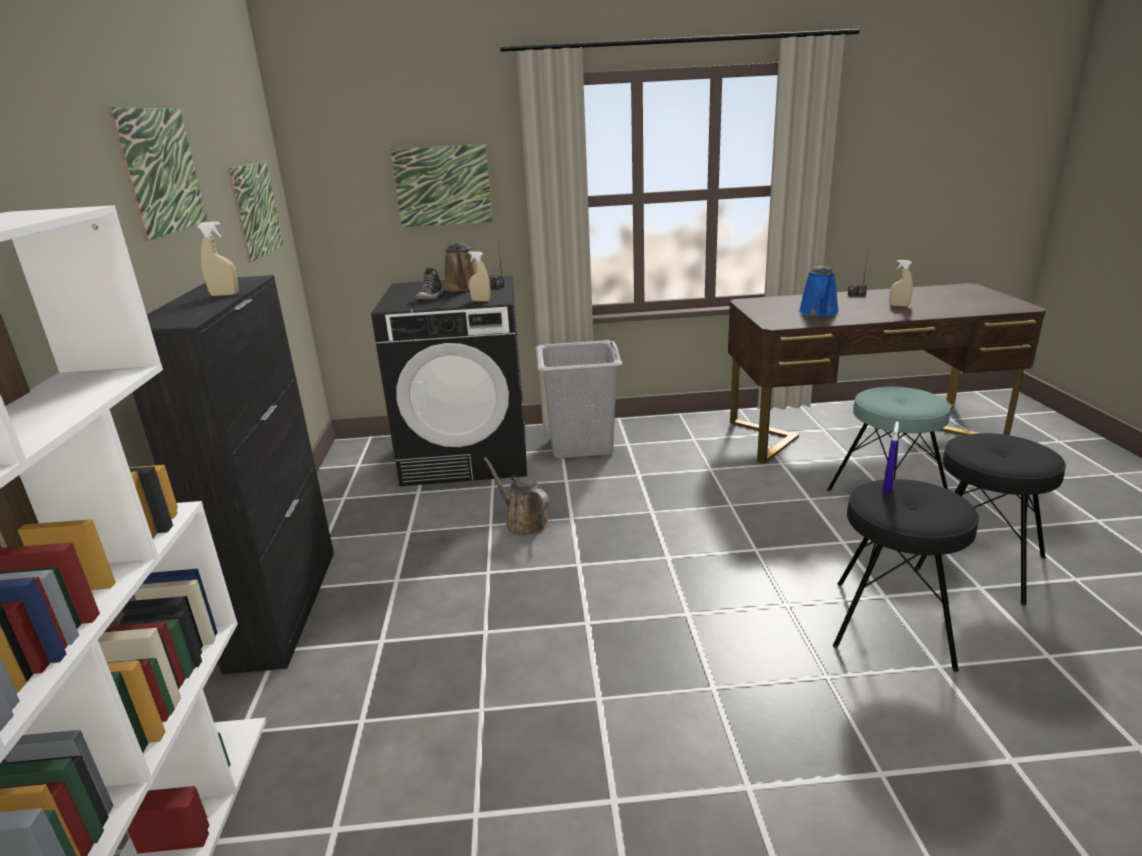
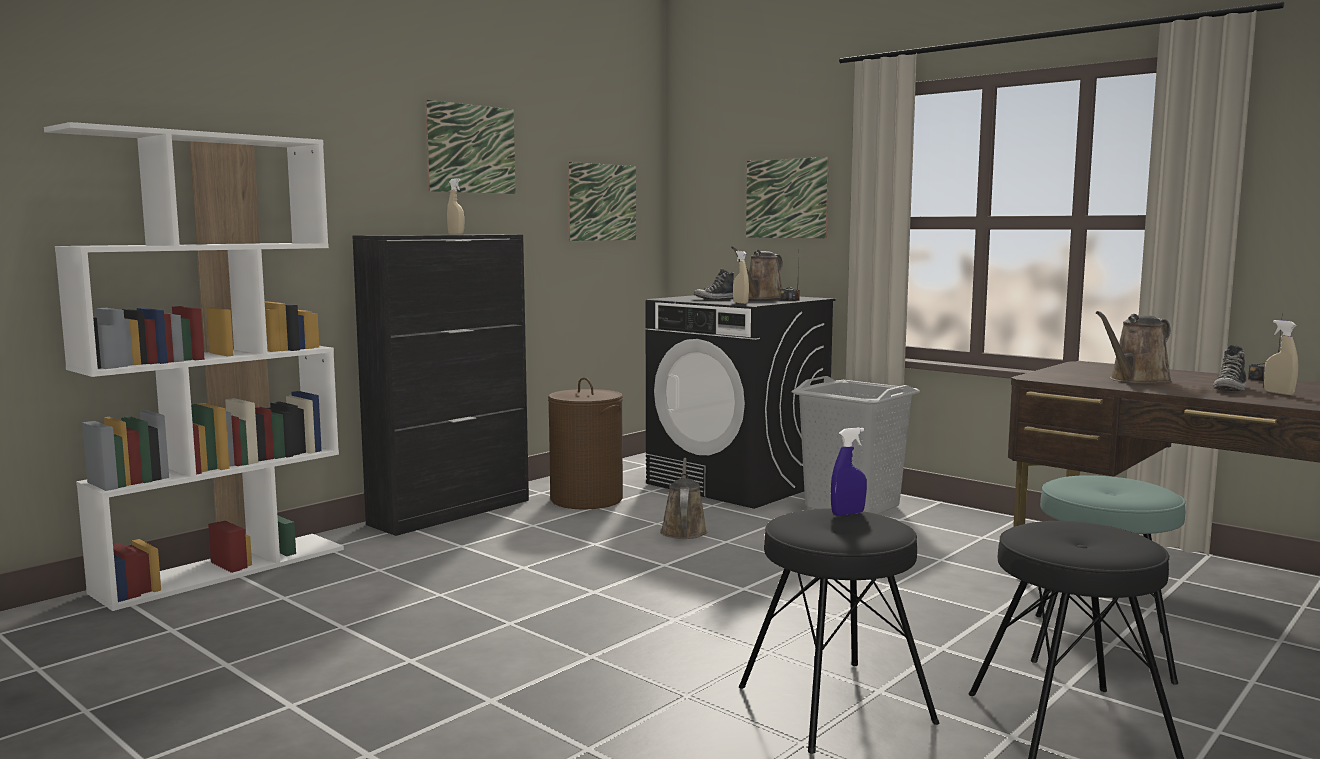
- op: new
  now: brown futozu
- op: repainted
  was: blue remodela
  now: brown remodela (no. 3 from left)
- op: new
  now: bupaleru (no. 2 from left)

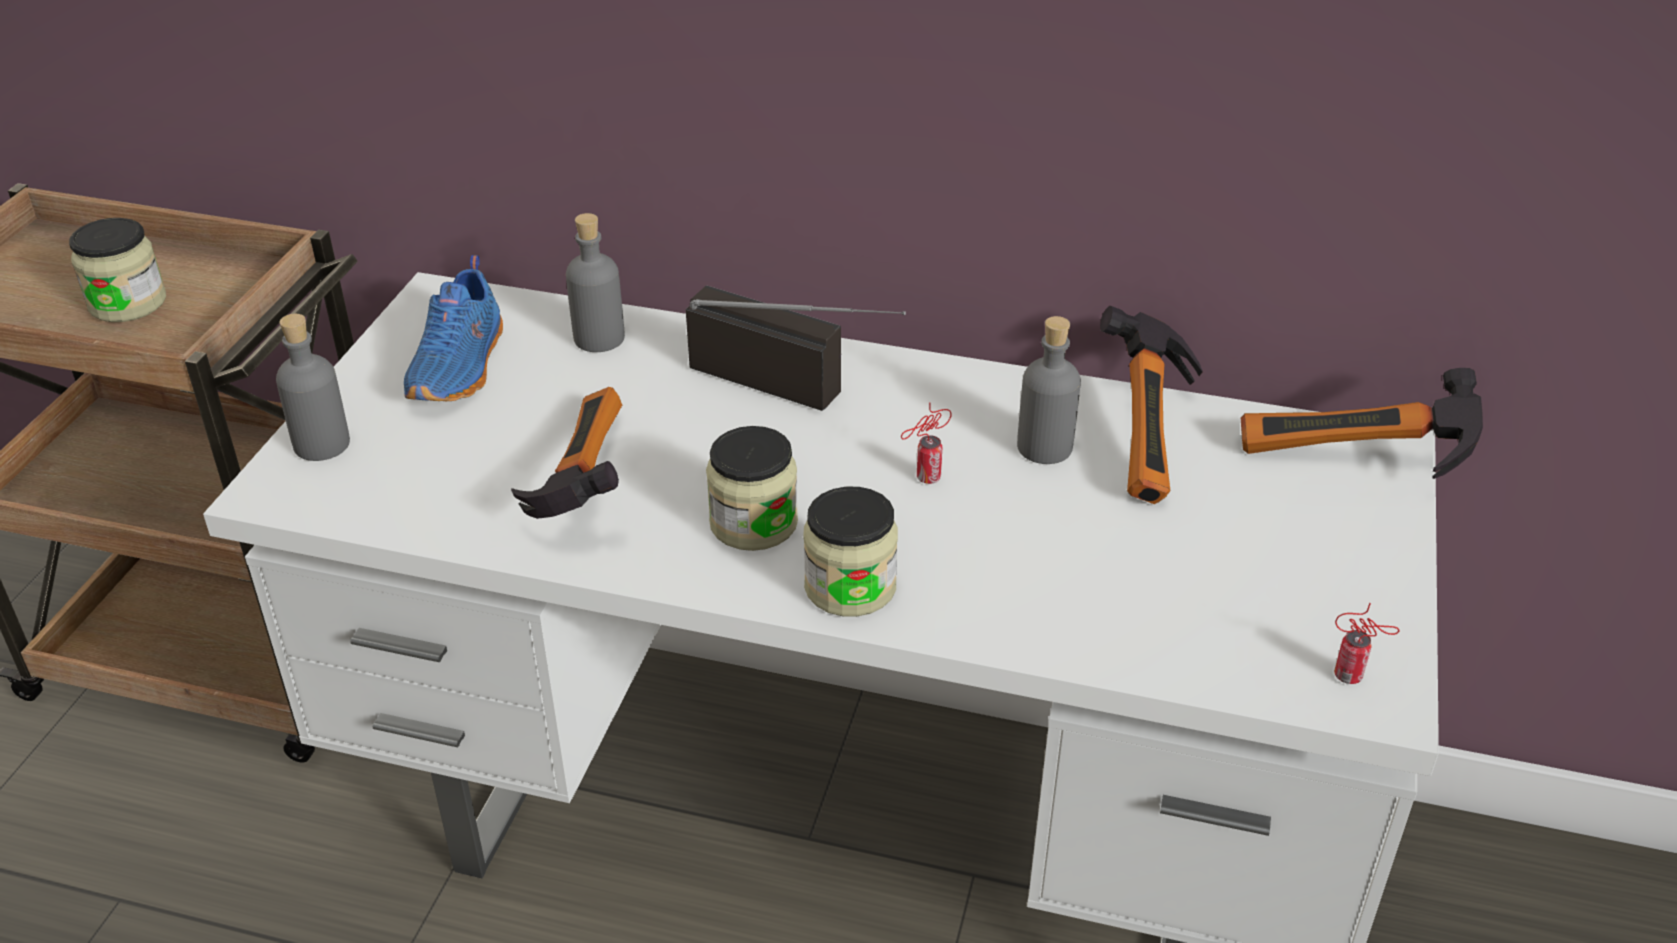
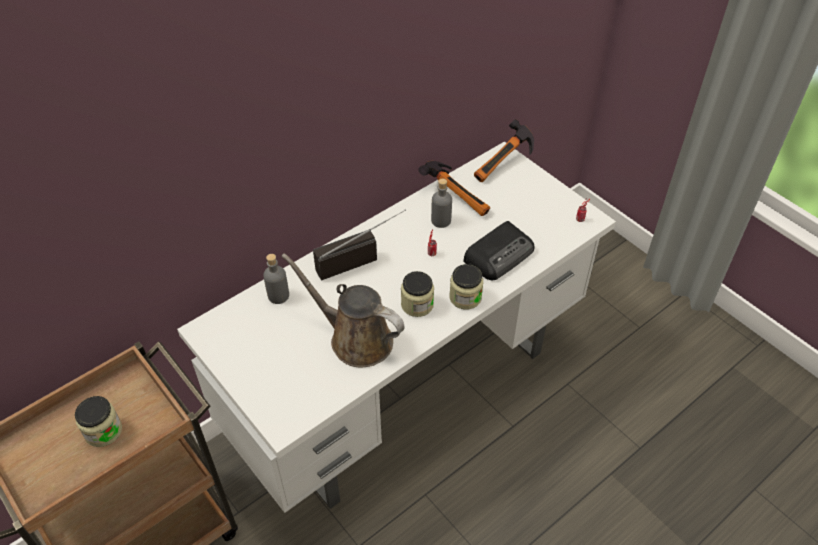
- op: swapped
  was: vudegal (no. 1 from left)
  now: brown remodela
- op: new
  now: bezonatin (no. 2 from left)
- op: gone
  was: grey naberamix (no. 1 from left)
- op: gone
  was: blue bupaleru

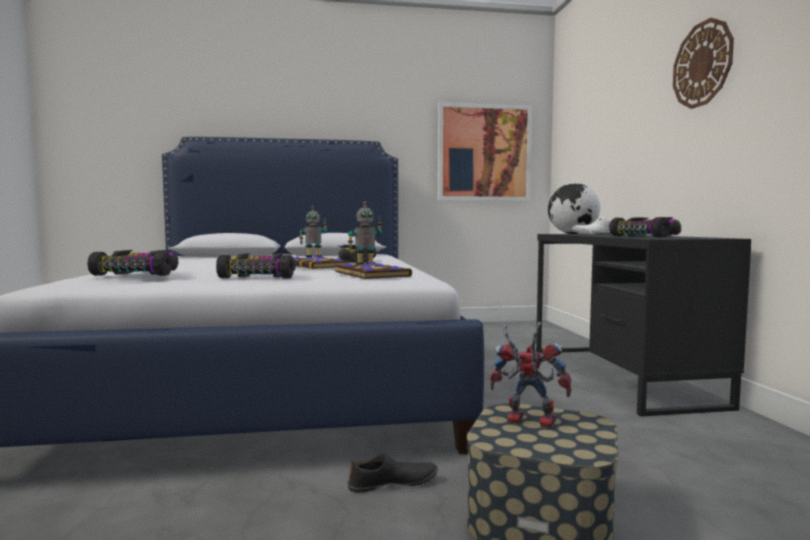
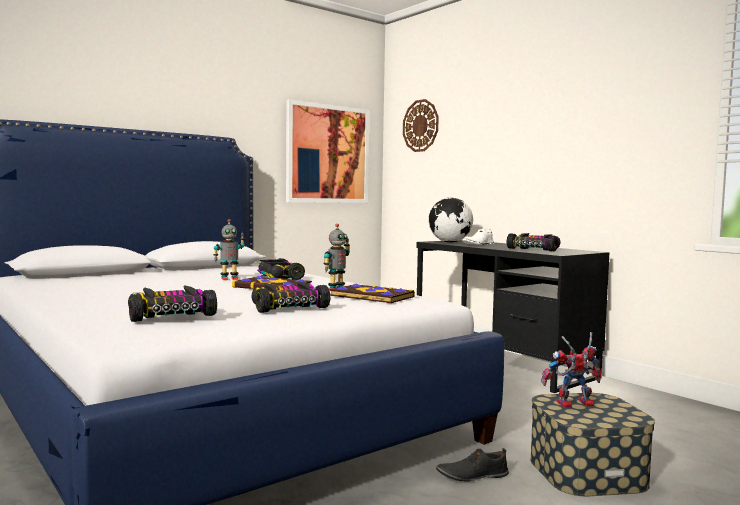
- op: shifted
  was: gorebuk
- op: rotated
  was: black bupaleru
  clockwise: -150

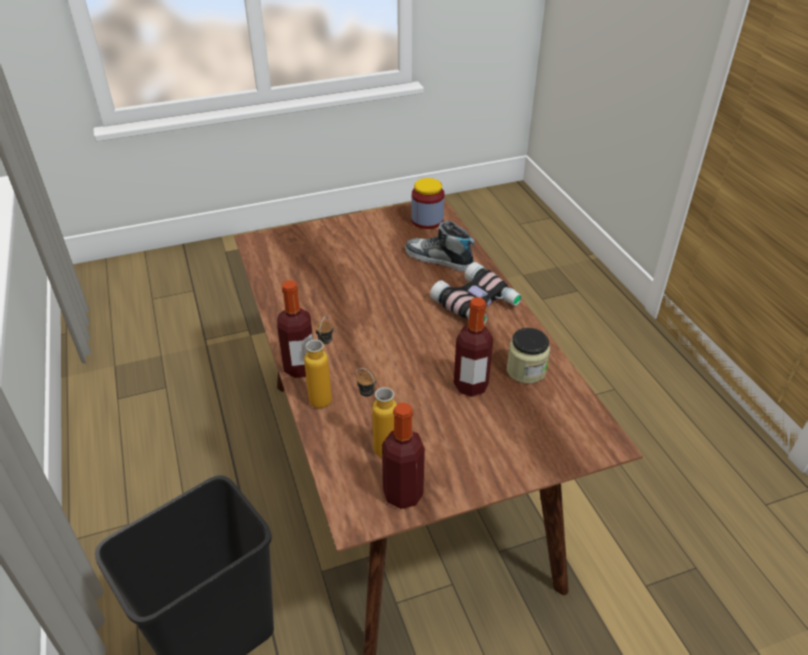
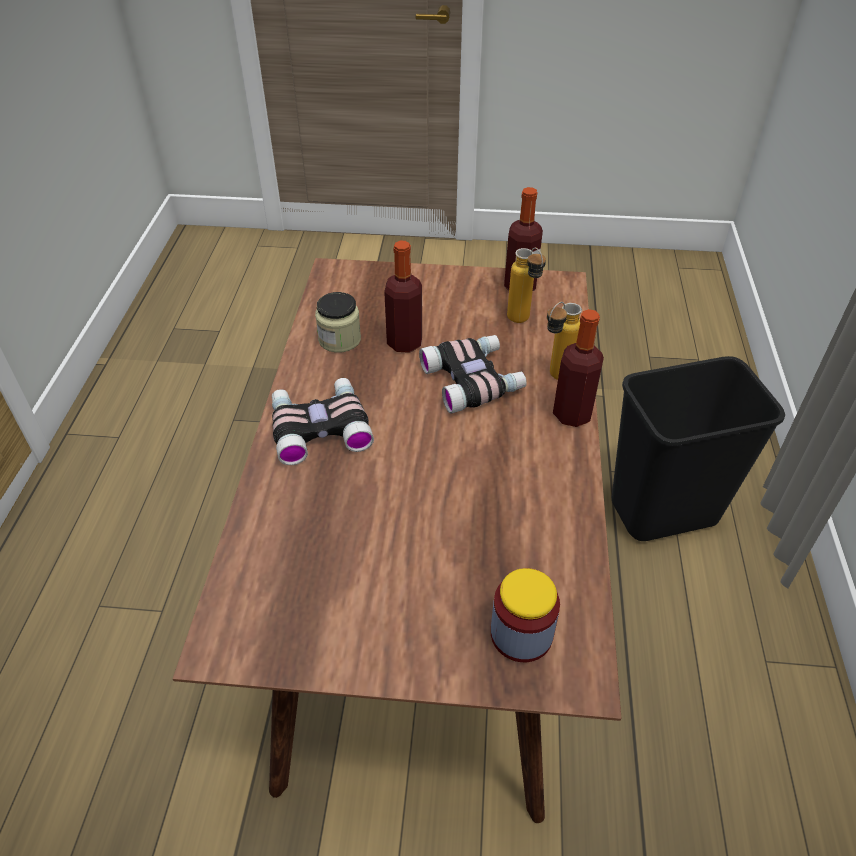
- op: new
  now: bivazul (no. 2 from left)
- op: shifted
  was: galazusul (no. 1 from left in the first image)
  now: galazusul (no. 2 from left)
- op: gone
  was: bupaleru

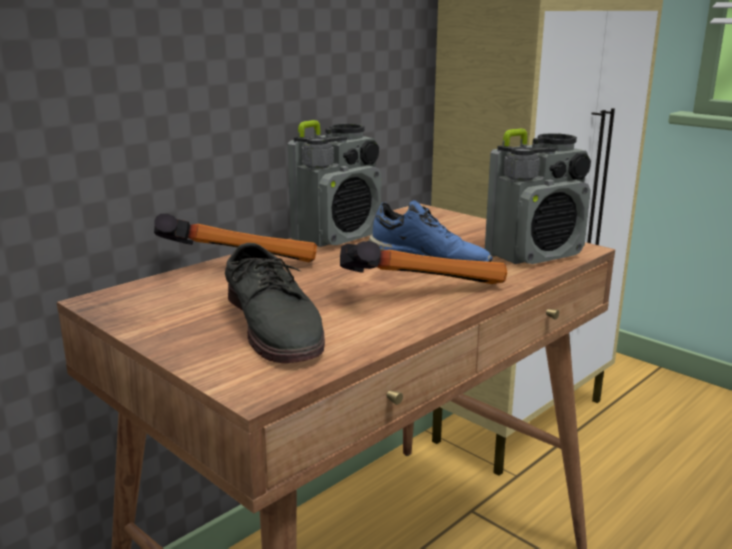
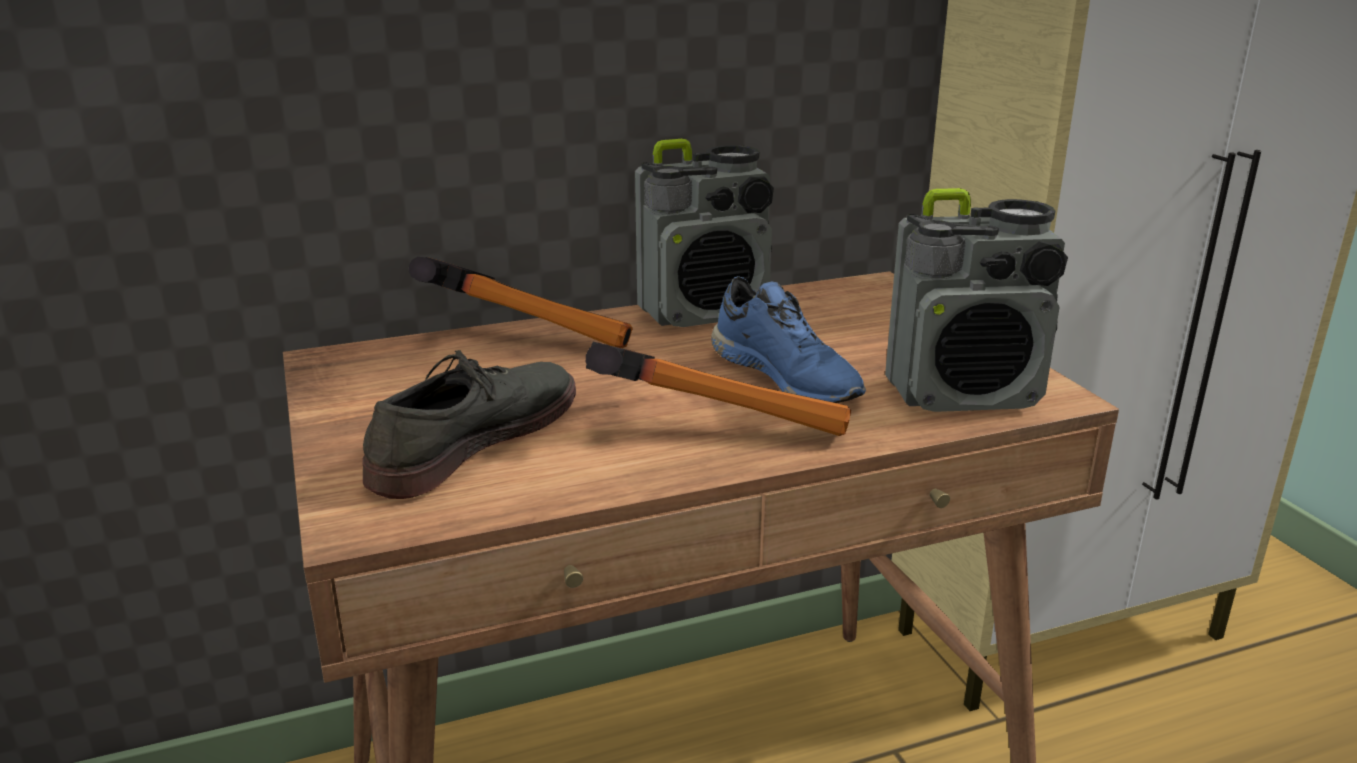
- op: rotated
  was: grey bupaleru
  clockwise: -150

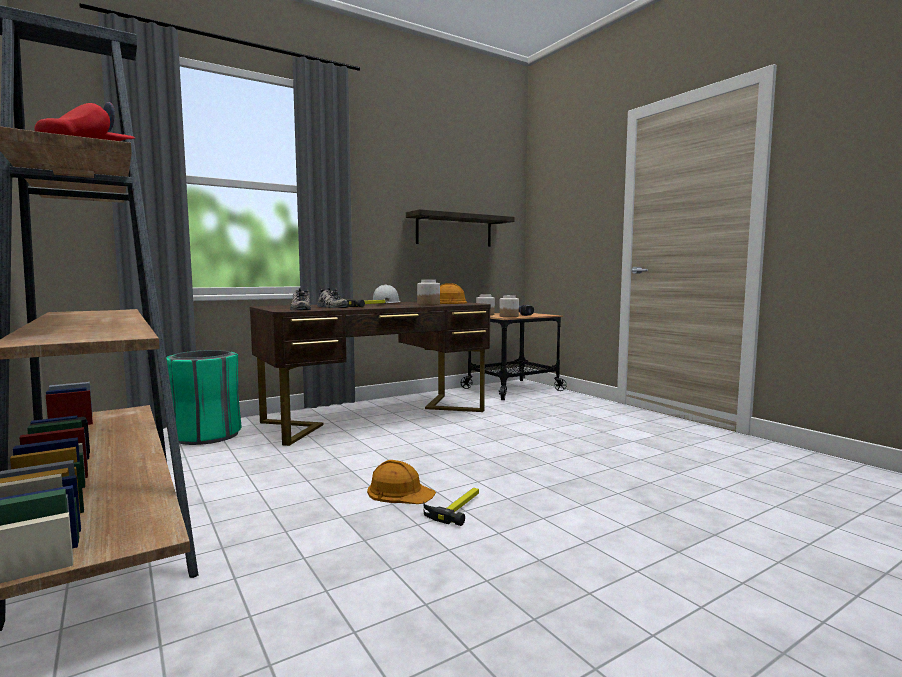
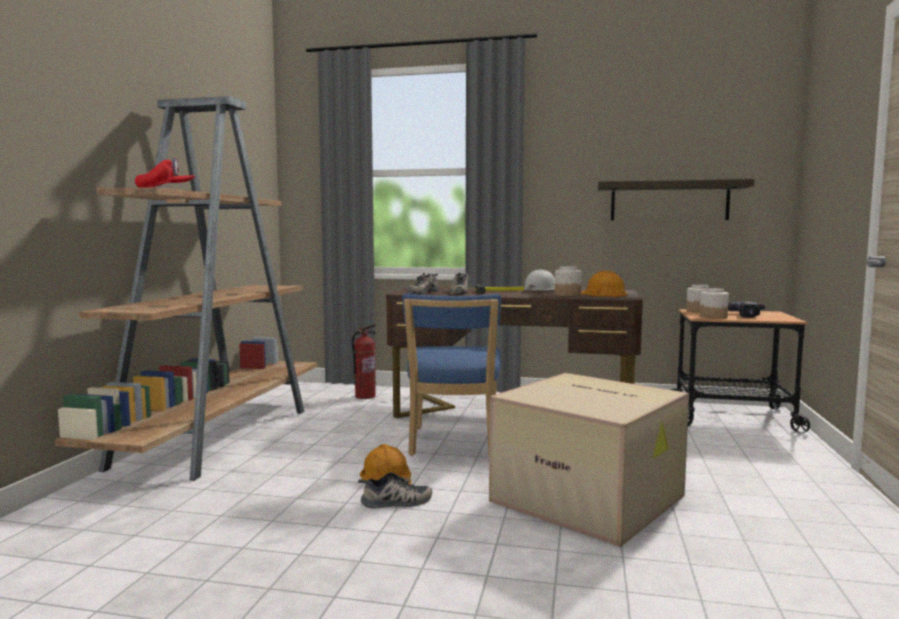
- op: swapped
  was: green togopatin
  now: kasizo
- op: swapped
  was: vudegal (no. 2 from left)
  now: bupaleru (no. 1 from left)
- op: new
  now: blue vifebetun
- op: new
  now: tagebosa

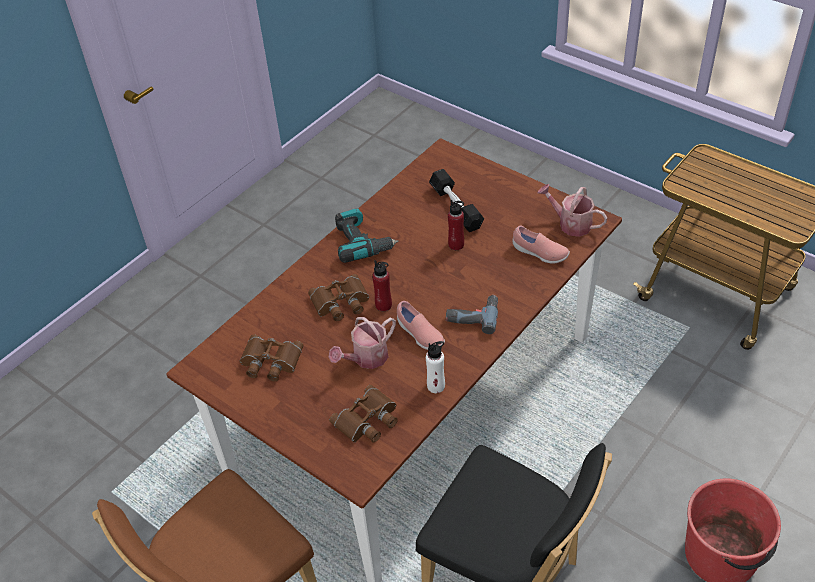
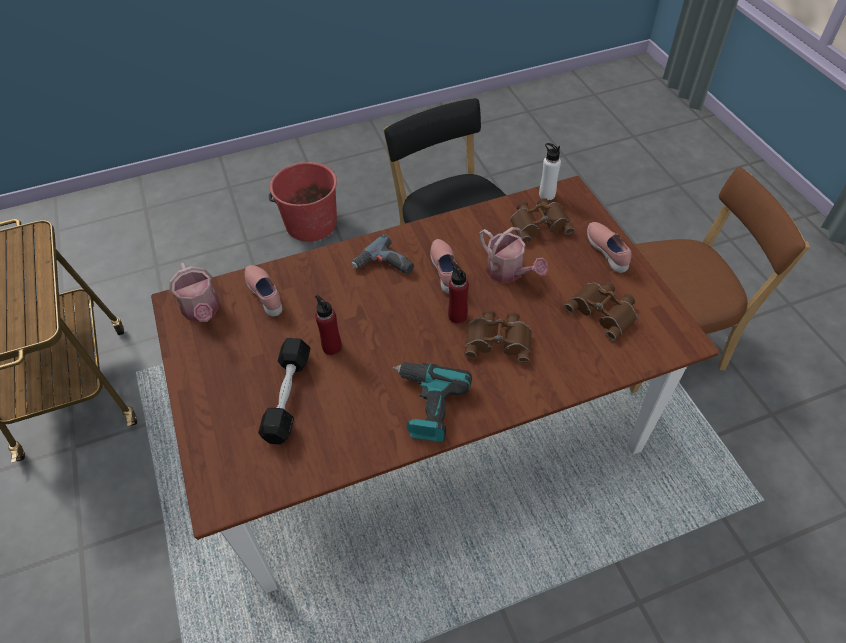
- op: rotated
  was: remodela (no. 1 from left in the first image)
  clockwise: 60
- op: shifted
  was: white naberamix
- op: new
  now: pink bupaleru (no. 3 from left)

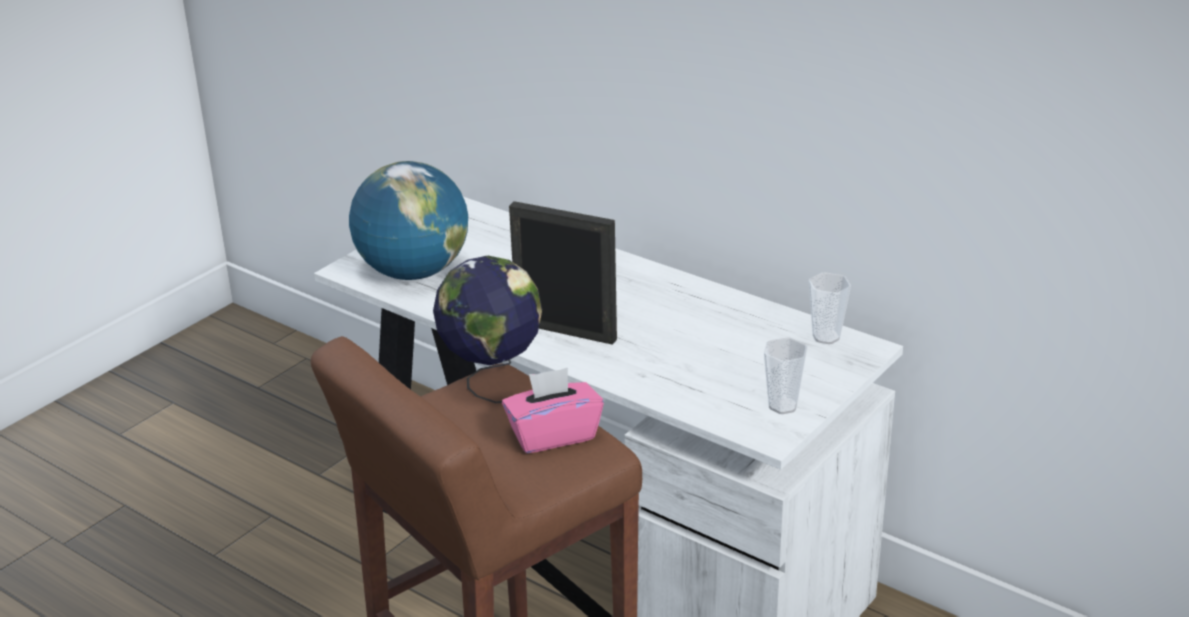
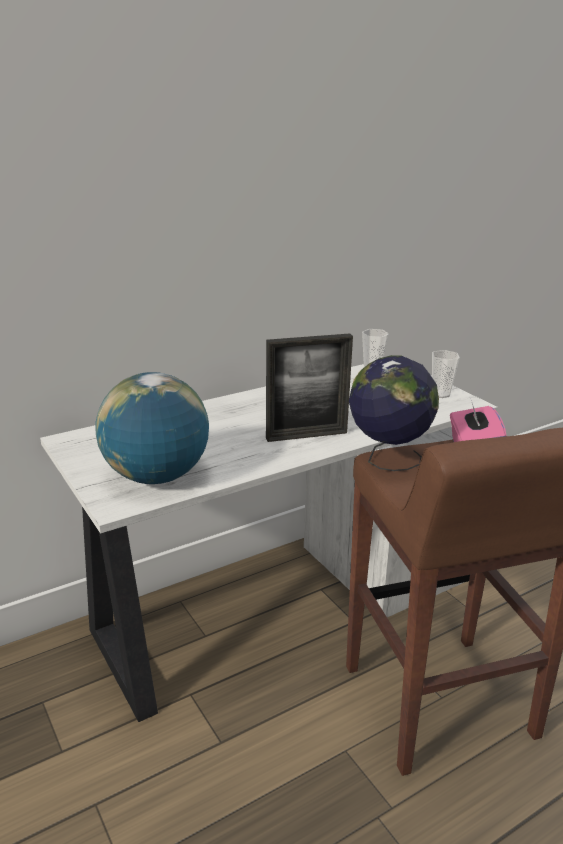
- op: rotated
  was: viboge
  clockwise: -150

